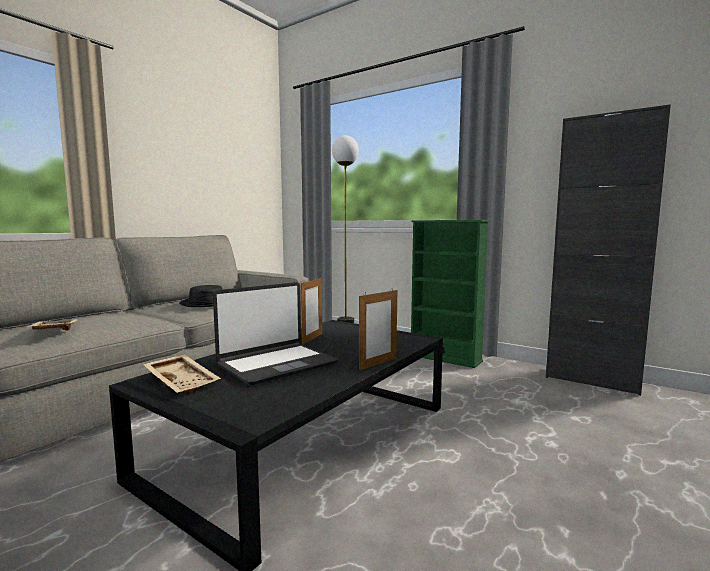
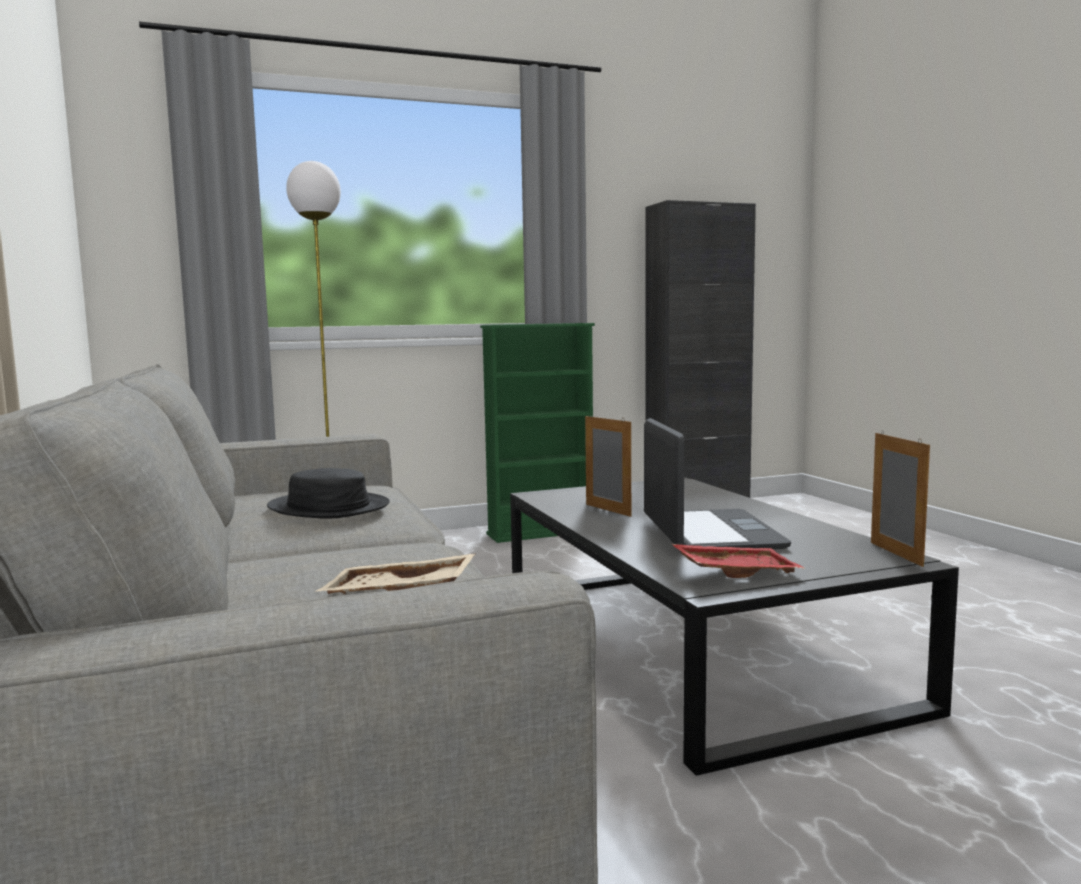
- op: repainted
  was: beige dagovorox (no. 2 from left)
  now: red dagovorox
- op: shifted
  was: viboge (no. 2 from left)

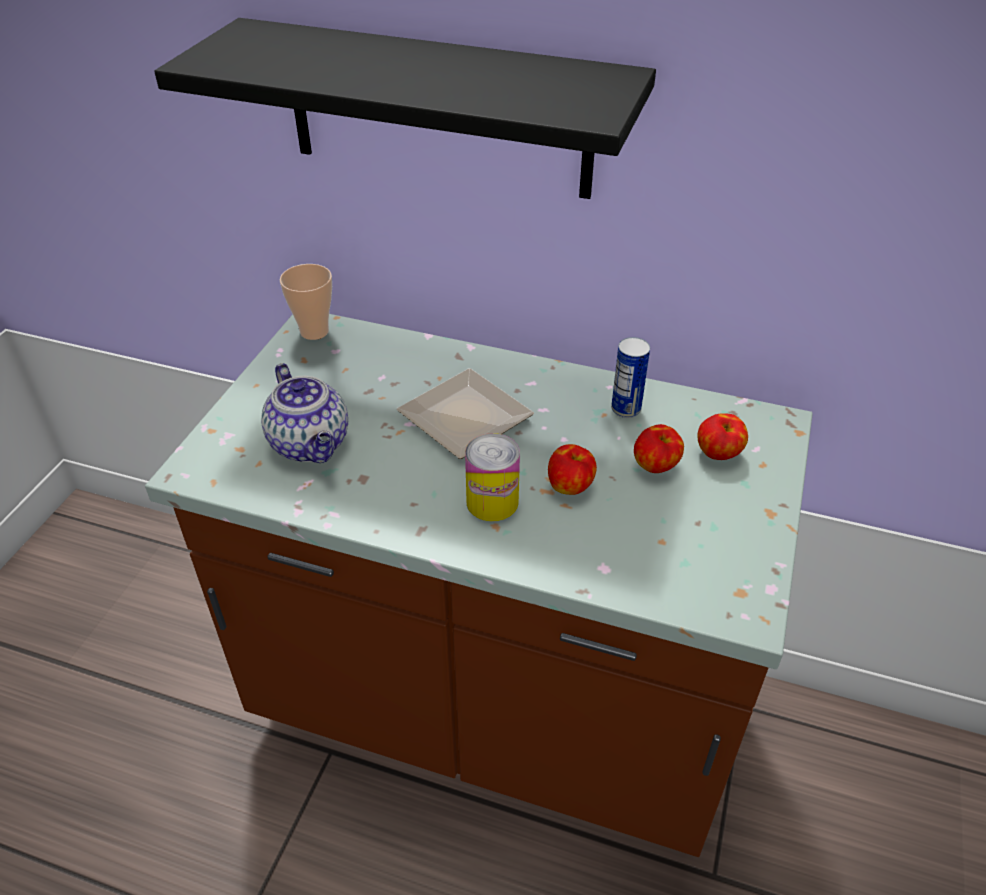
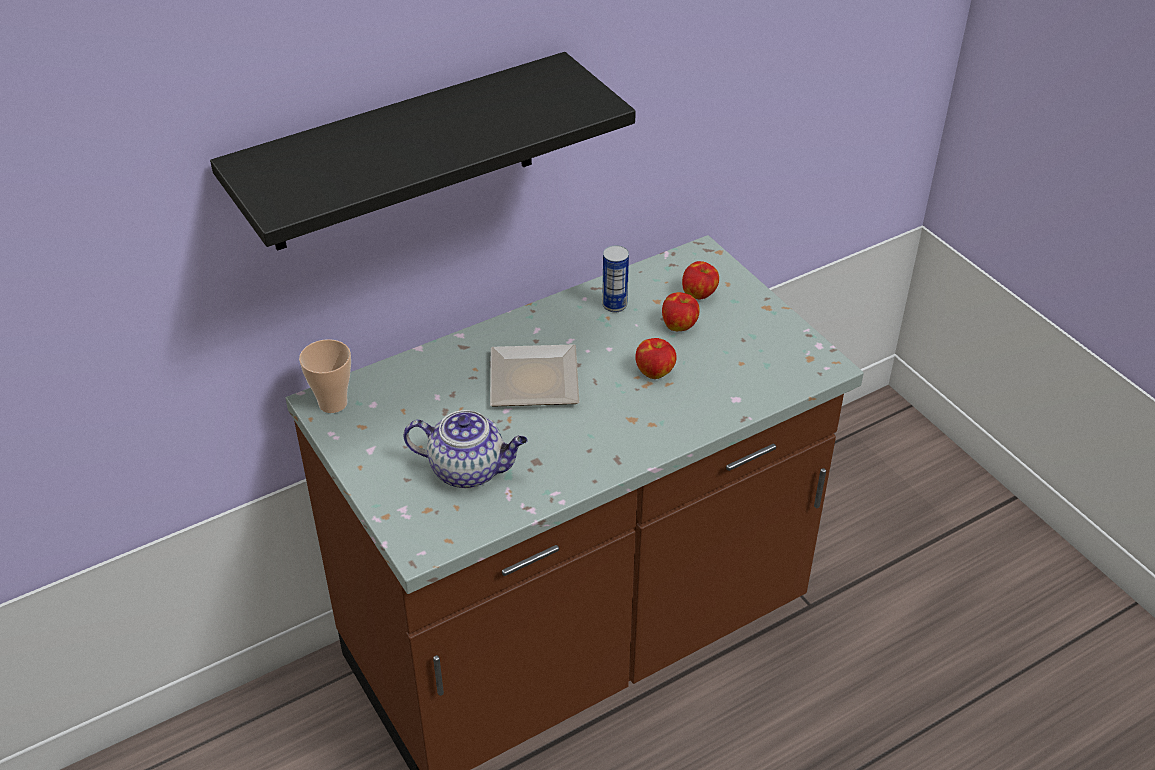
- op: gone
  was: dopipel (no. 1 from left)

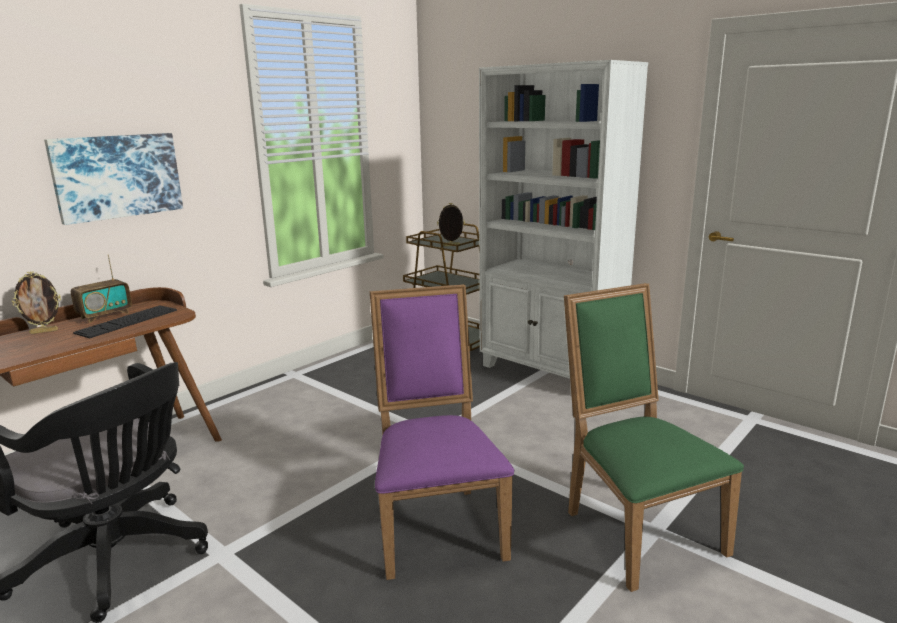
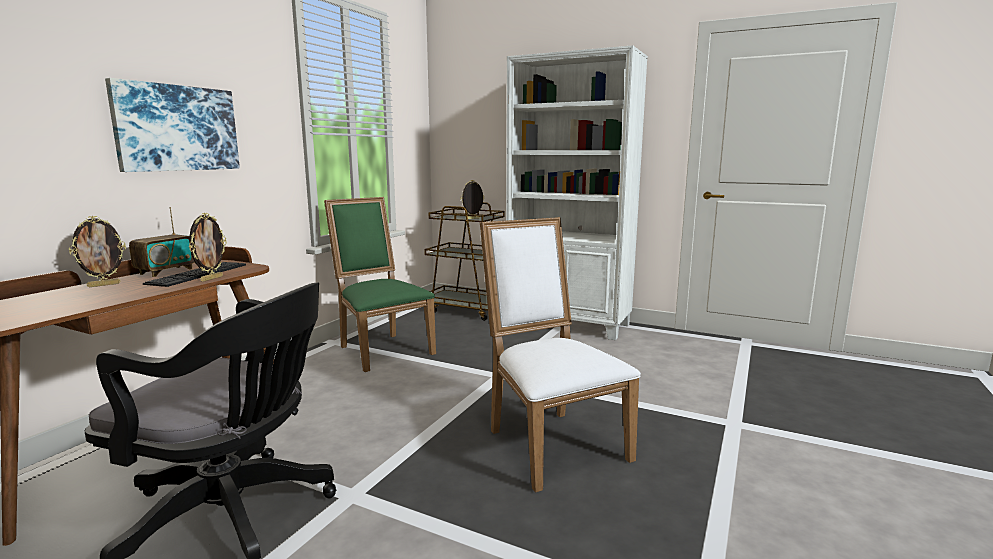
- op: new
  now: viboge (no. 2 from left)
- op: shifted
  was: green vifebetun
- op: repainted
  was: purple vifebetun
  now: white vifebetun

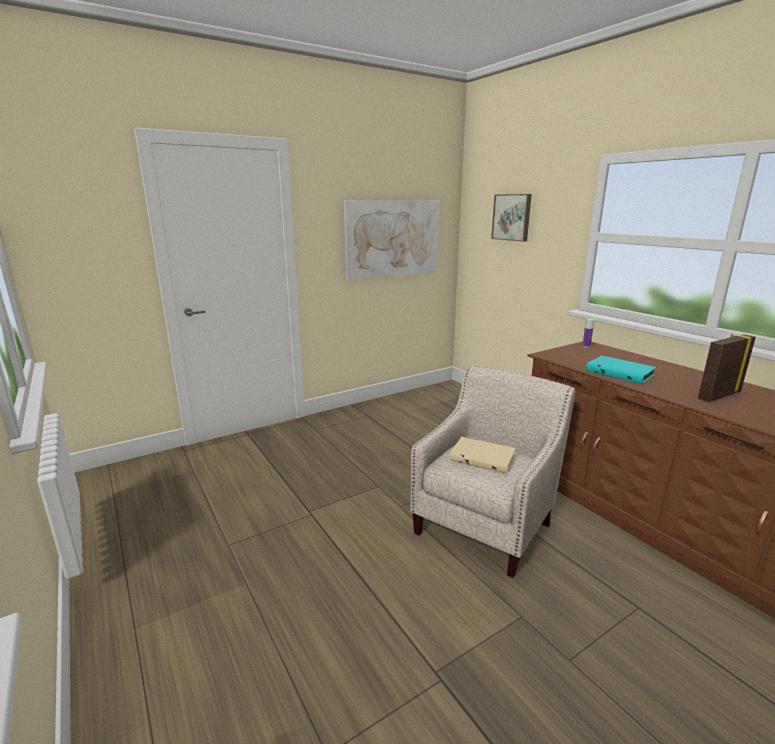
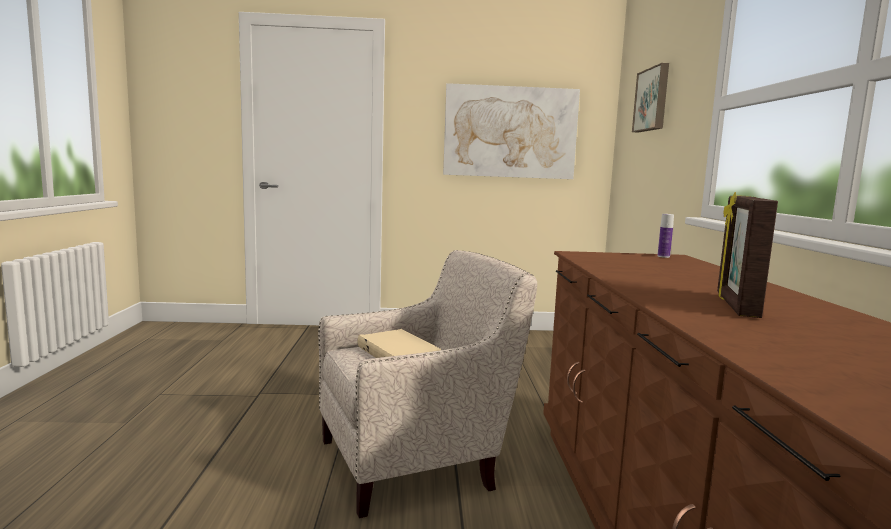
- op: rotated
  was: viboge
  clockwise: -75
- op: gone
  was: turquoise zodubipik

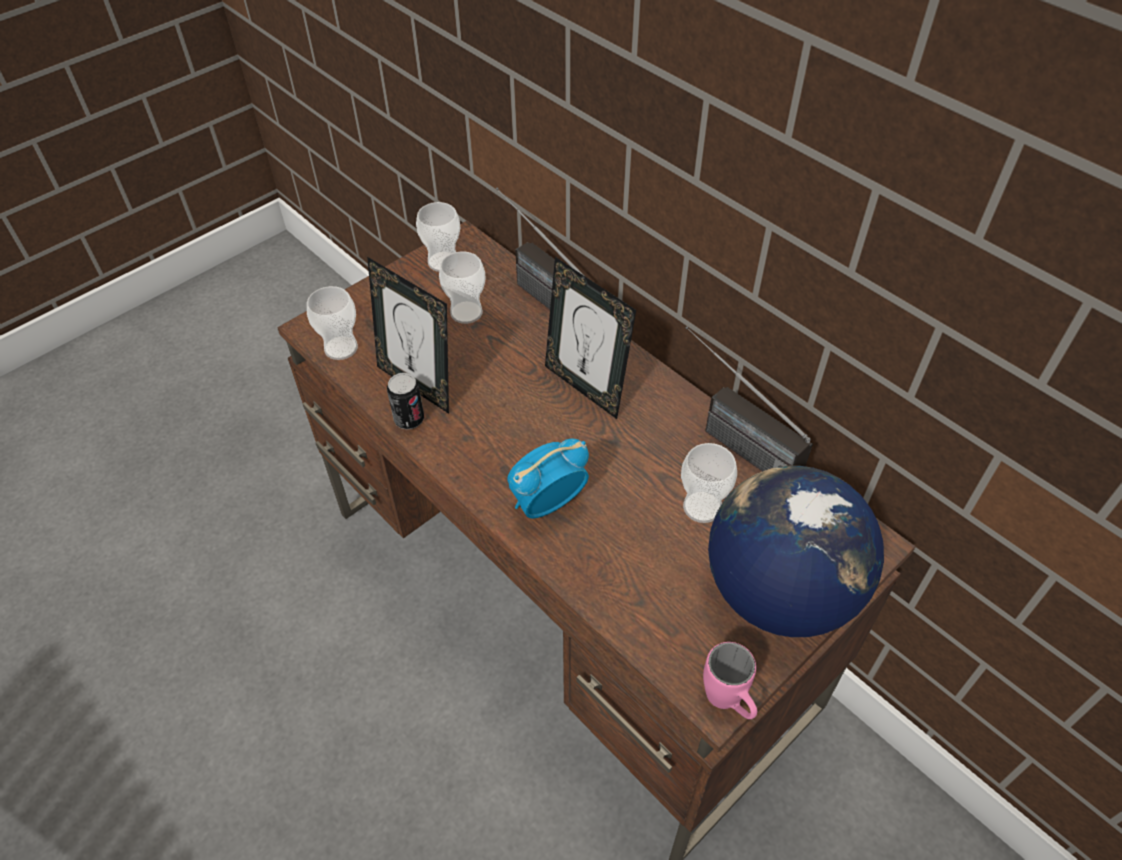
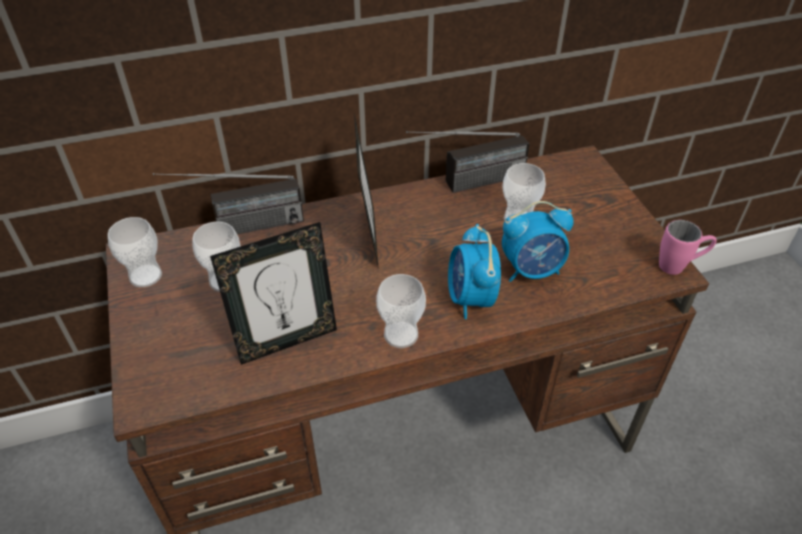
- op: rotated
  was: viboge (no. 2 from left)
  clockwise: -75
- op: shifted
  was: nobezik (no. 1 from left in the first image)
  now: nobezik (no. 3 from left)
- op: new
  now: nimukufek (no. 2 from left)
- op: gone
  was: dopipel
- op: gone
  was: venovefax

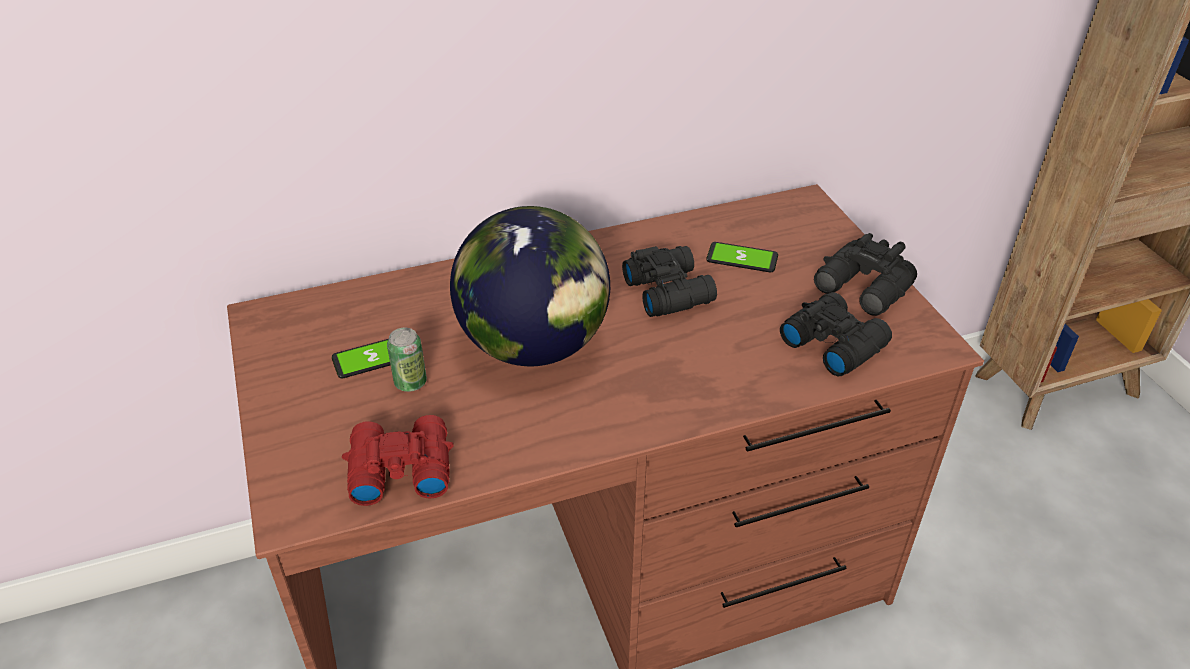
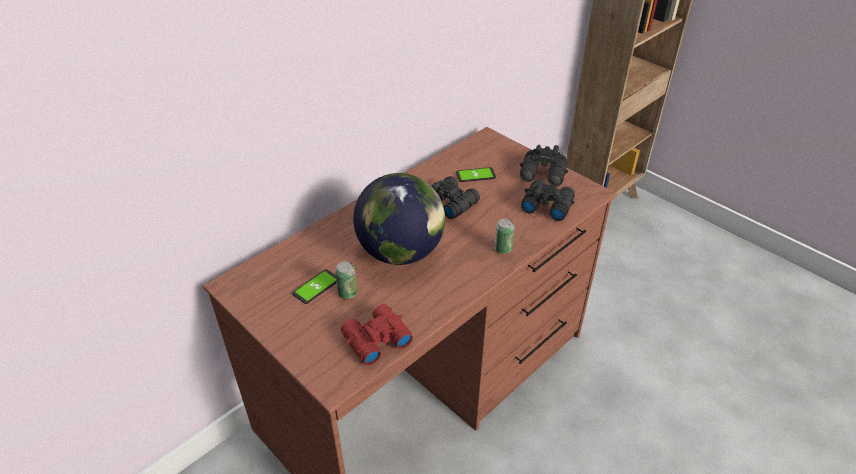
- op: new
  now: dopipel (no. 2 from left)

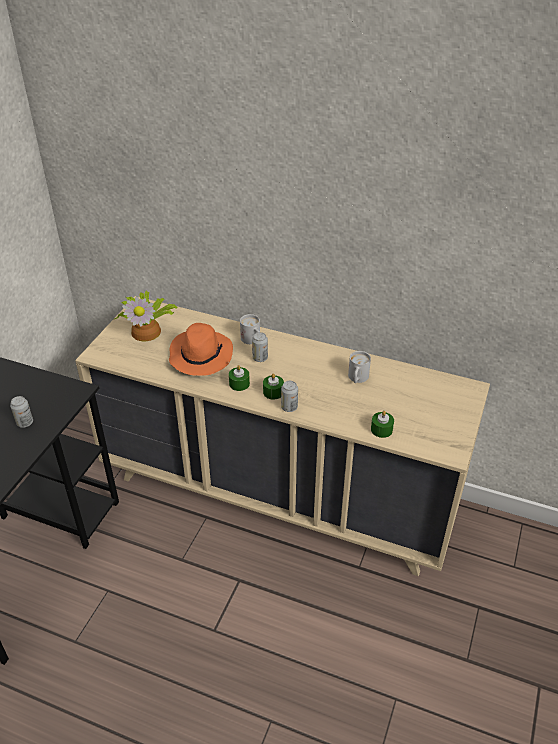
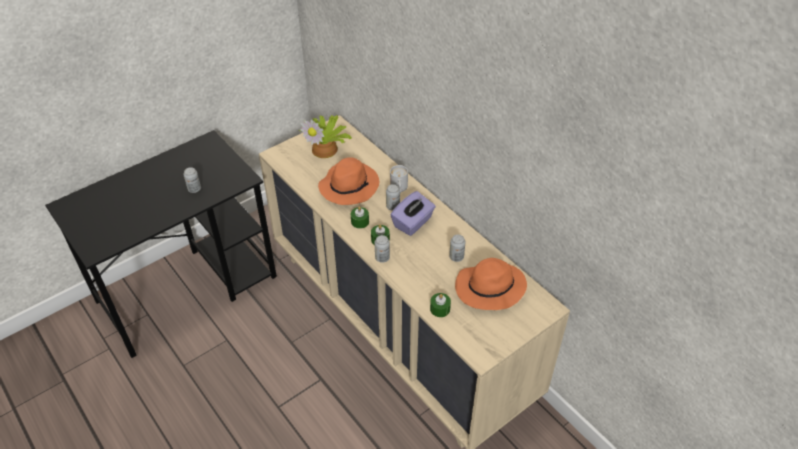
- op: new
  now: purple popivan
- op: swapped
  was: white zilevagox (no. 2 from left)
  now: dopipel (no. 4 from left)
- op: new
  now: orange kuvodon (no. 2 from left)

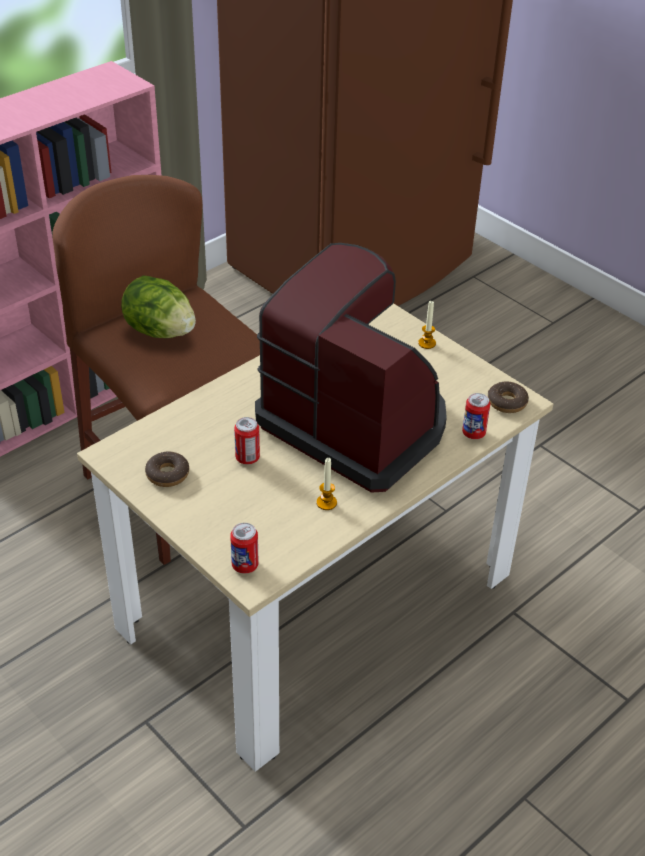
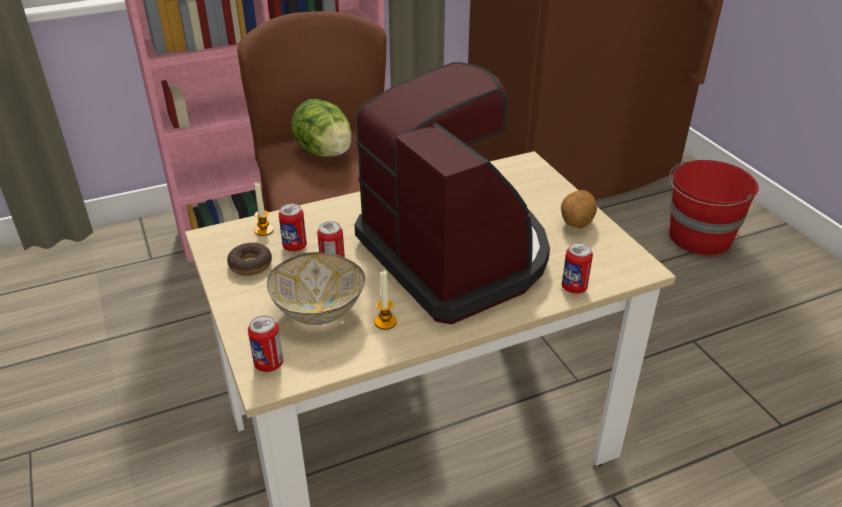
- op: shifted
  was: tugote (no. 2 from left in the first image)
  now: tugote (no. 1 from left)
- op: new
  now: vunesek
- op: new
  now: dopipel (no. 2 from left)
- op: new
  now: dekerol
- op: new
  now: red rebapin
- op: gone
  was: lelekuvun (no. 2 from left)

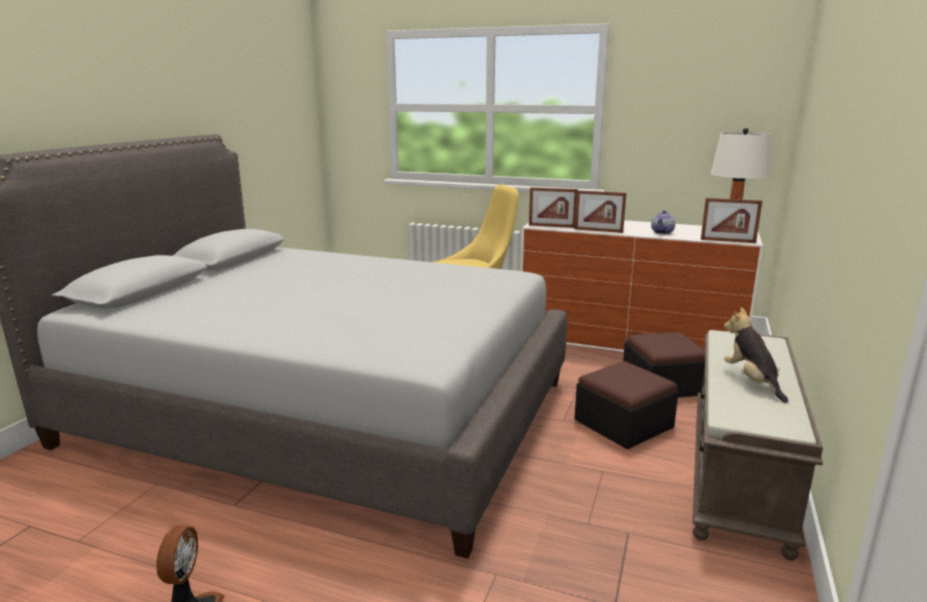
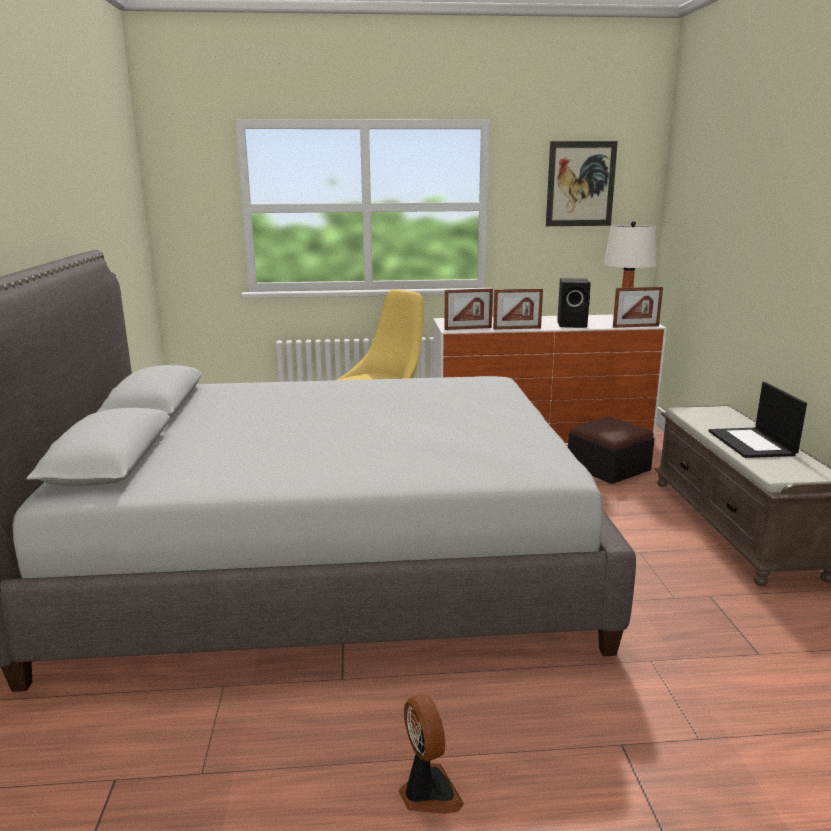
- op: new
  now: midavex
- op: swapped
  was: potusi
  now: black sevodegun
- op: swapped
  was: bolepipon
  now: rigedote
- op: gone
  was: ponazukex (no. 1 from left)

